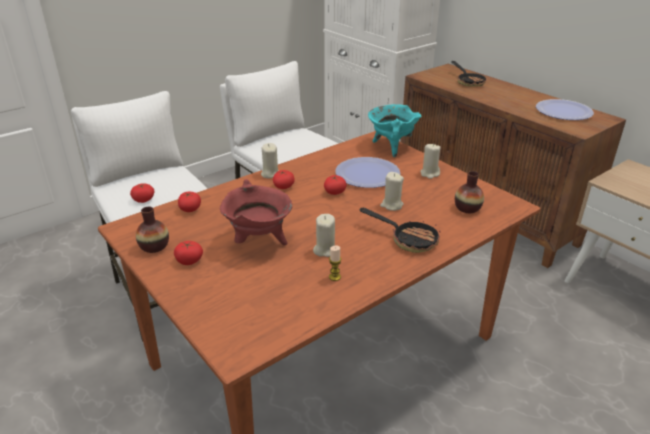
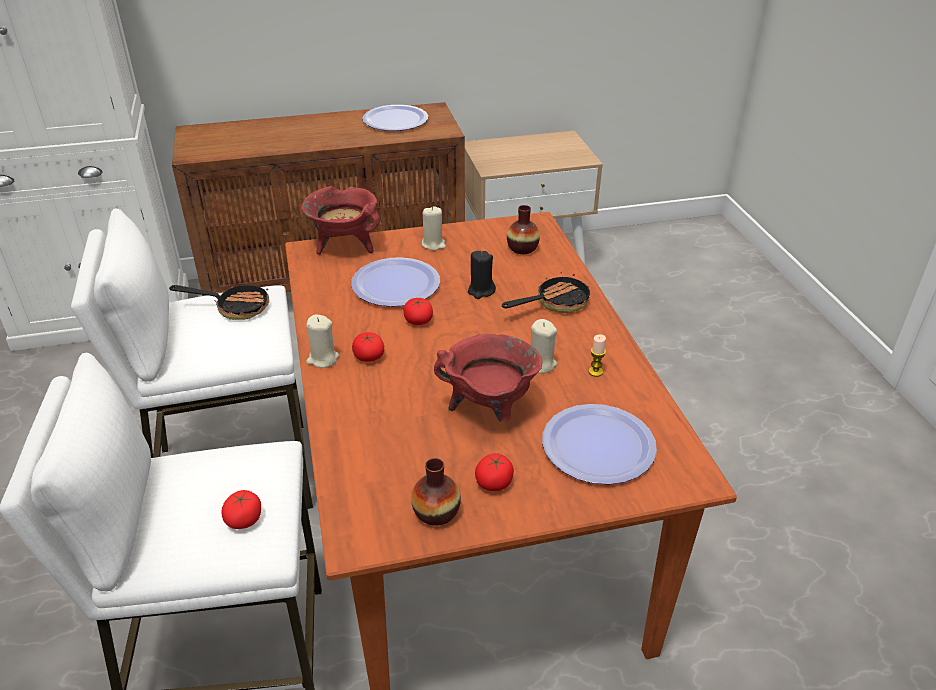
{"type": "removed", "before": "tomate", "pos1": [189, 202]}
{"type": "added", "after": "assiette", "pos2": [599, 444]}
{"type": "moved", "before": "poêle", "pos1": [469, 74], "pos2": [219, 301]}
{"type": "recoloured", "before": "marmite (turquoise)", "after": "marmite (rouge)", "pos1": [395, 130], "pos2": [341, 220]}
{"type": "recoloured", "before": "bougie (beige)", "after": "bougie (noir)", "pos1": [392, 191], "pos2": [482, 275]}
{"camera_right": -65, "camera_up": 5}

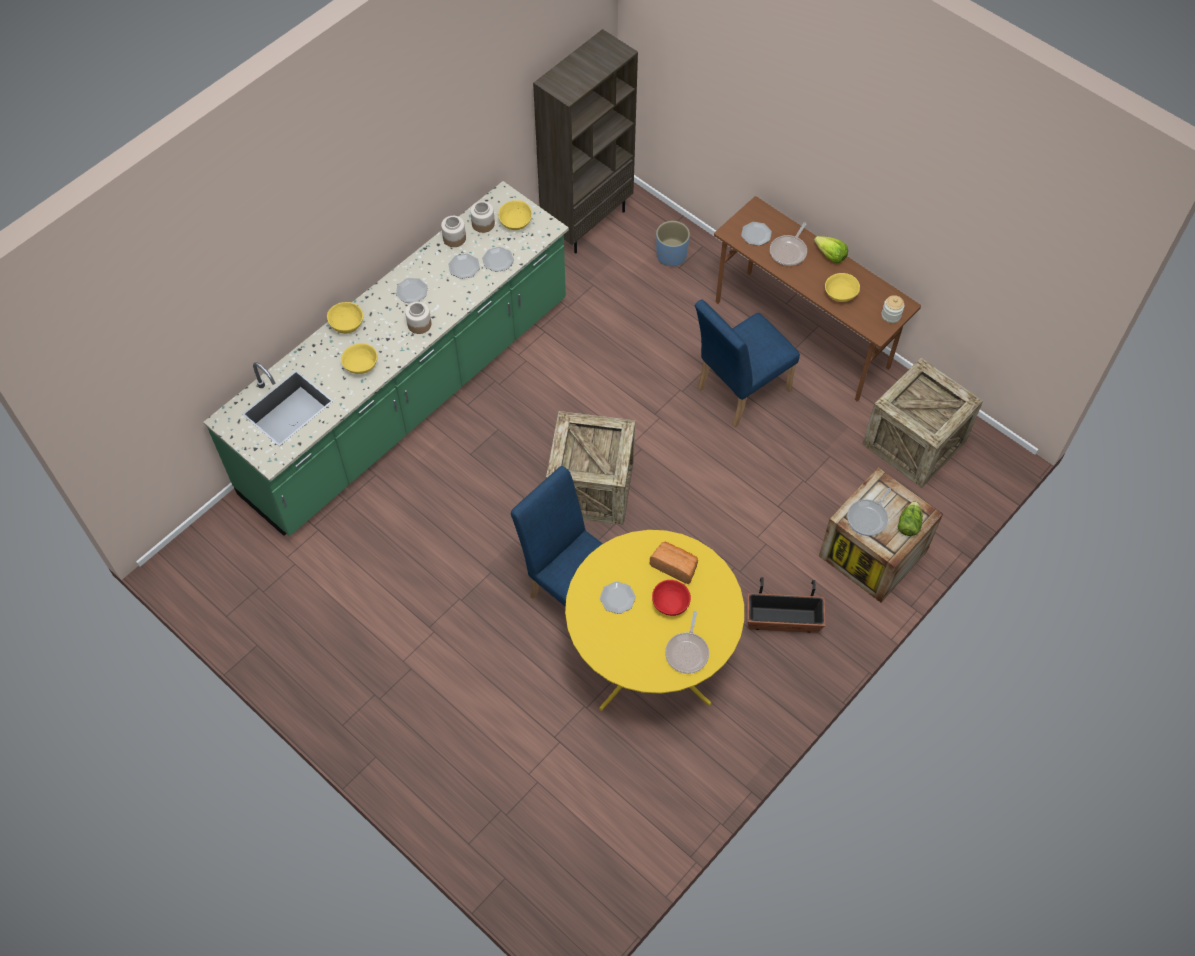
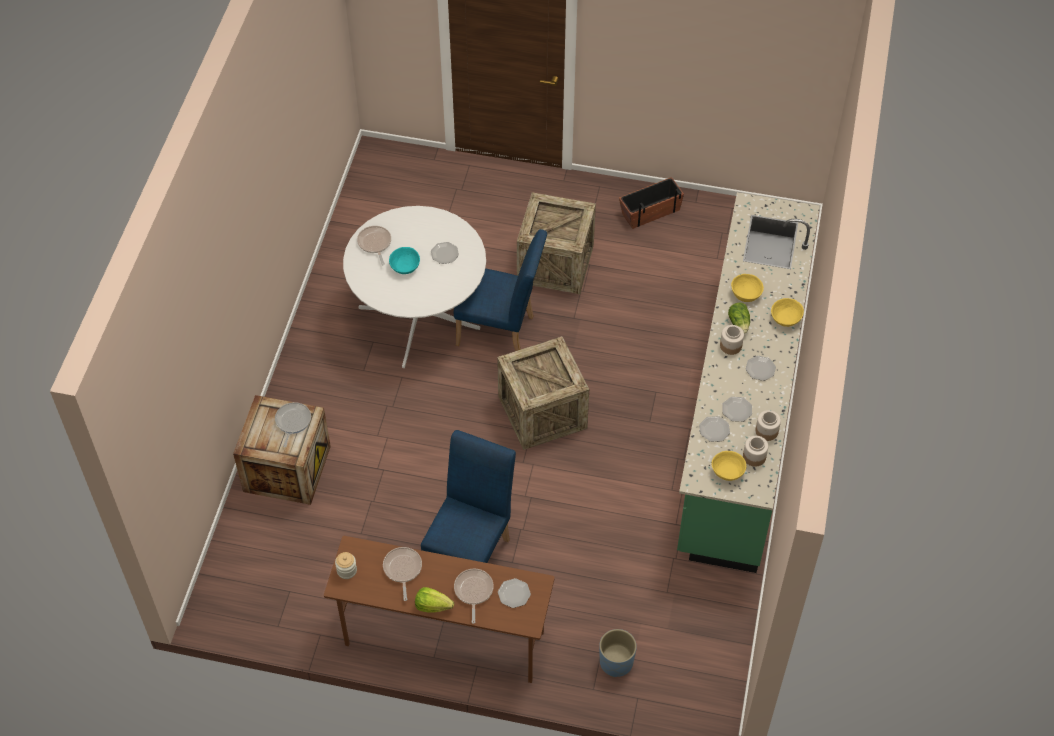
{"type": "removed", "before": "bibliothèque (marron)", "pos1": [585, 141]}
{"type": "removed", "before": "pain", "pos1": [673, 563]}
{"type": "moved", "before": "cache-pot", "pos1": [786, 605], "pos2": [651, 203]}
{"type": "moved", "before": "caisse", "pos1": [923, 423], "pos2": [556, 243]}
{"type": "moved", "before": "laitue", "pos1": [910, 518], "pos2": [739, 318]}
{"type": "replaced", "before": "bol (jaune)", "after": "poêle", "pos1": [842, 287], "pos2": [402, 574]}
{"type": "recoloured", "before": "table à manger (jaune)", "after": "table à manger (blanc)", "pos1": [654, 620], "pos2": [414, 287]}
{"type": "recoloured", "before": "bol (rouge)", "after": "bol (turquoise)", "pos1": [671, 598], "pos2": [404, 260]}
{"camera_right": 150, "camera_up": -5}

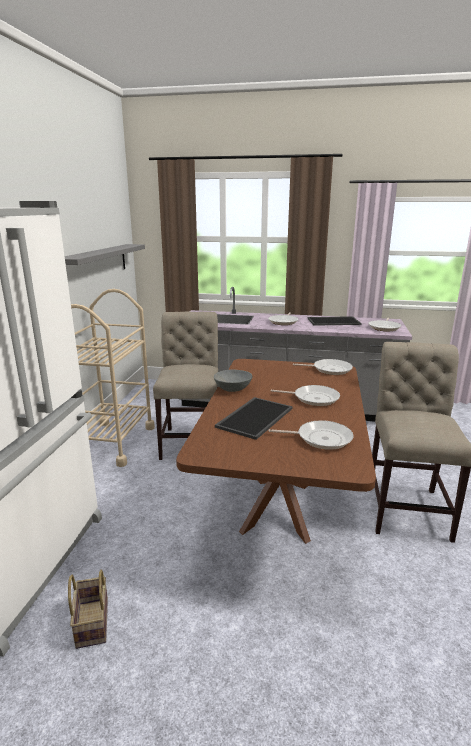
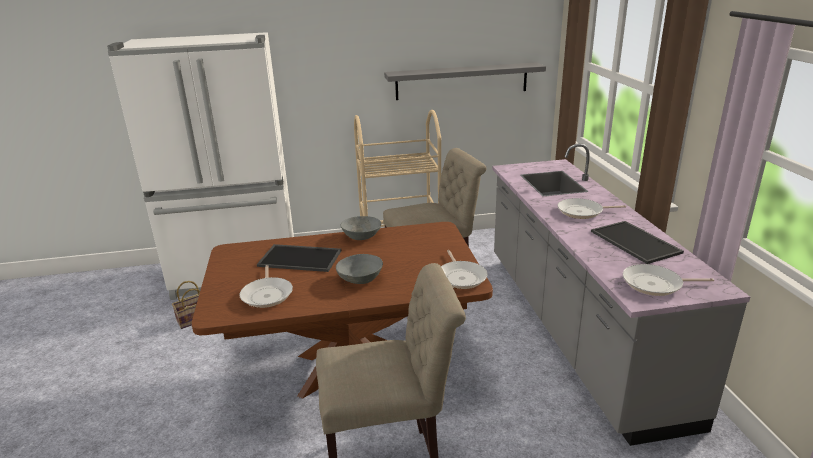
{"type": "replaced", "before": "poêle", "after": "bol (gris)", "pos1": [305, 395], "pos2": [359, 269]}
{"camera_right": 70, "camera_up": 5}

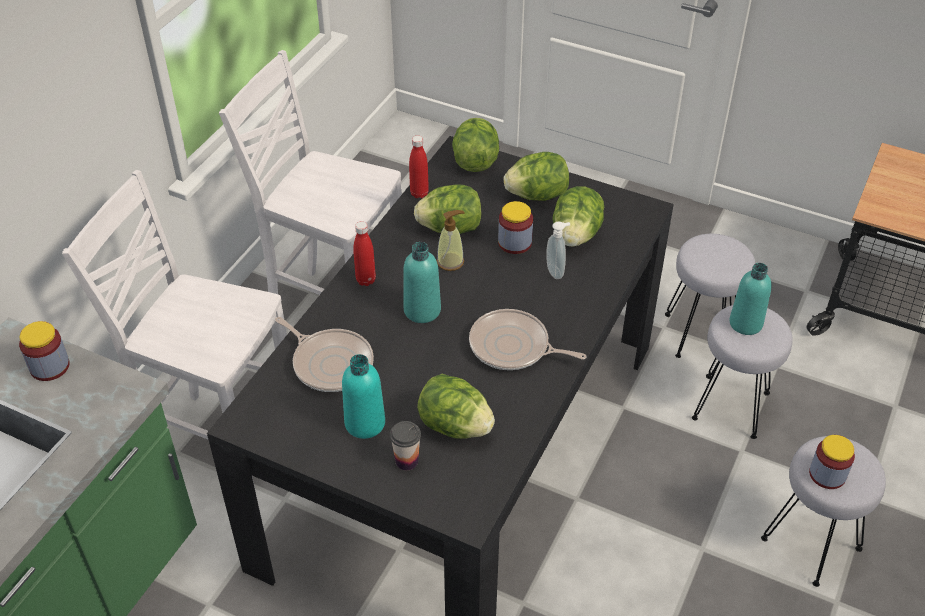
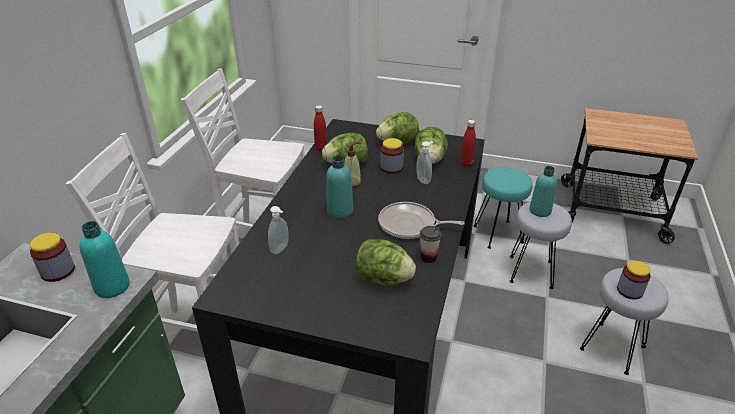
{"type": "removed", "before": "laitue", "pos1": [475, 145]}
{"type": "moved", "before": "bouteille (turquoise)", "pos1": [363, 396], "pos2": [104, 259]}
{"type": "moved", "before": "bouteille (rouge)", "pos1": [364, 253], "pos2": [468, 143]}
{"type": "moved", "before": "tasse", "pos1": [405, 445], "pos2": [431, 244]}
{"type": "replaced", "before": "poêle", "after": "distributeur de savon", "pos1": [324, 354], "pos2": [278, 230]}
{"type": "recoloured", "before": "tabouret (gris)", "after": "tabouret (turquoise)", "pos1": [710, 296], "pos2": [503, 208]}
{"camera_right": -10, "camera_up": -10}

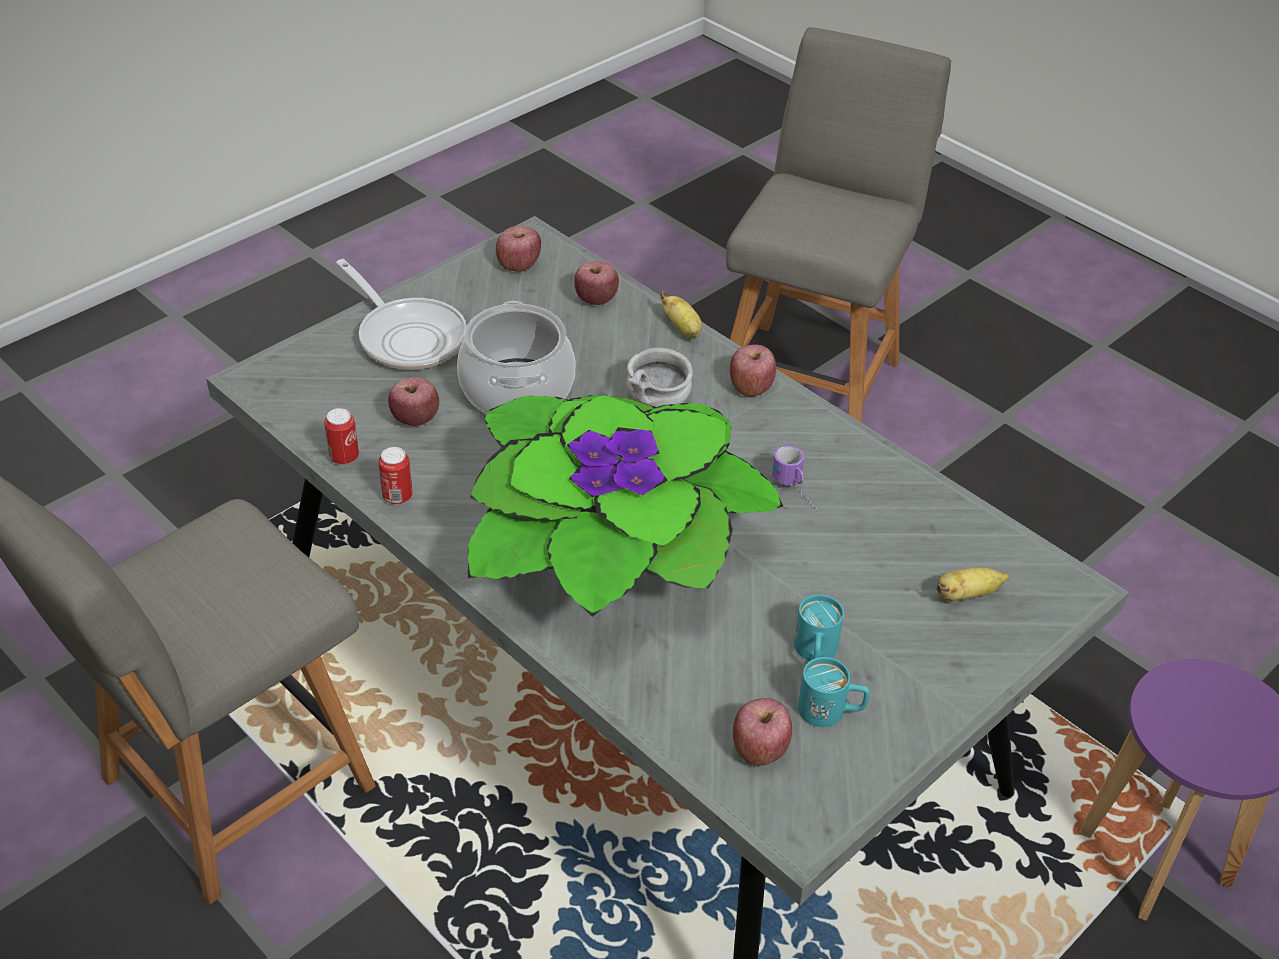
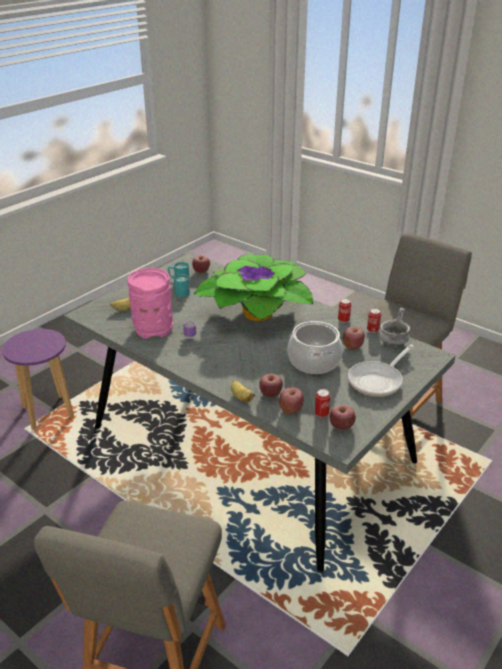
{"type": "added", "after": "vase (rose)", "pos2": [150, 303]}
{"type": "added", "after": "boîte métallique", "pos2": [322, 403]}
{"type": "moved", "before": "bol (gris)", "pos1": [659, 377], "pos2": [395, 327]}
{"type": "moved", "before": "pomme", "pos1": [753, 371], "pos2": [271, 385]}
{"type": "turned", "before": "poêle", "pos1": [401, 314], "pos2": [381, 370], "turn": -90}
{"camera_right": 175, "camera_up": -10}

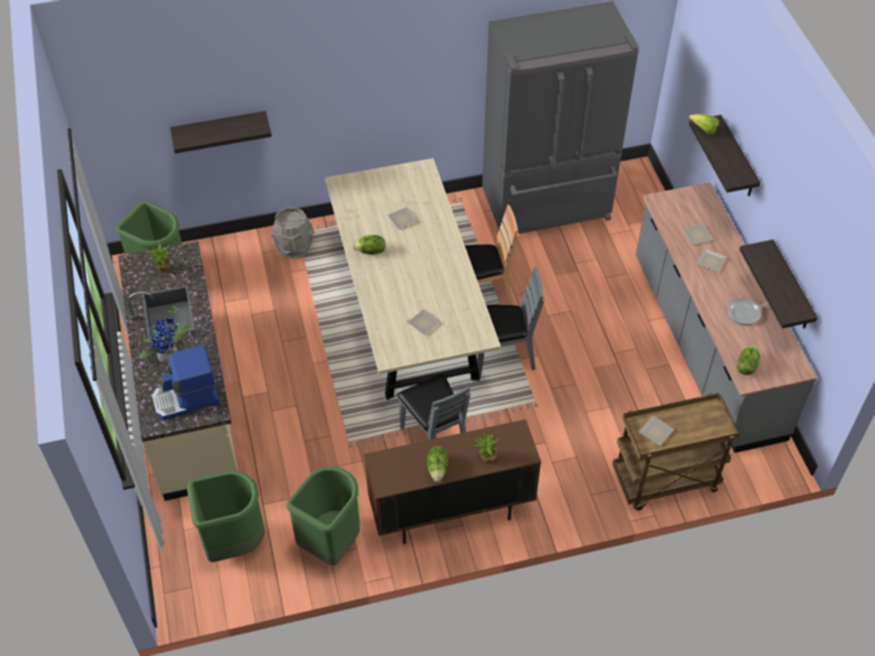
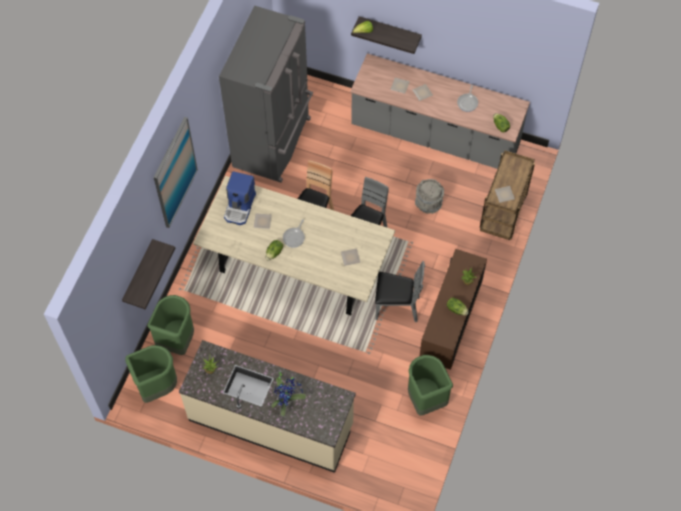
{"type": "removed", "before": "étagère", "pos1": [779, 284]}
{"type": "added", "after": "tableau", "pos2": [176, 172]}
{"type": "added", "after": "poêle", "pos2": [294, 233]}
{"type": "moved", "before": "machine à café", "pos1": [186, 382], "pos2": [240, 198]}
{"type": "moved", "before": "poubelle (vert)", "pos1": [226, 516], "pos2": [170, 325]}
{"type": "moved", "before": "seau (gris)", "pos1": [292, 233], "pos2": [429, 196]}
{"camera_right": -55, "camera_up": 10}

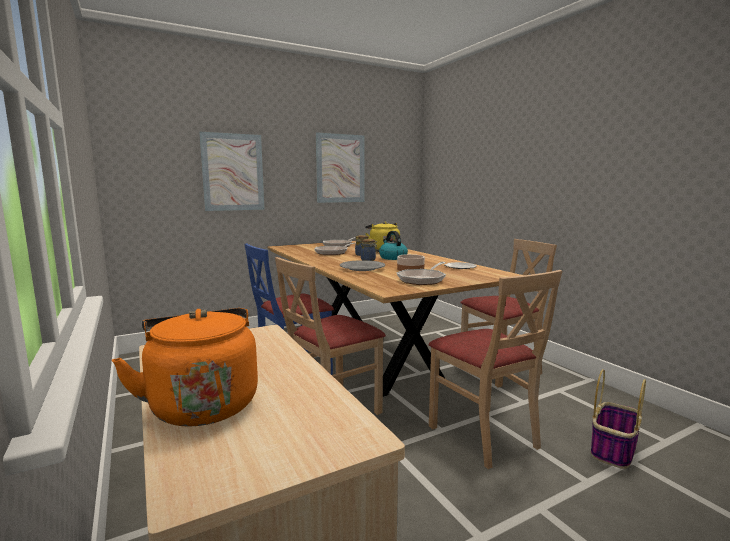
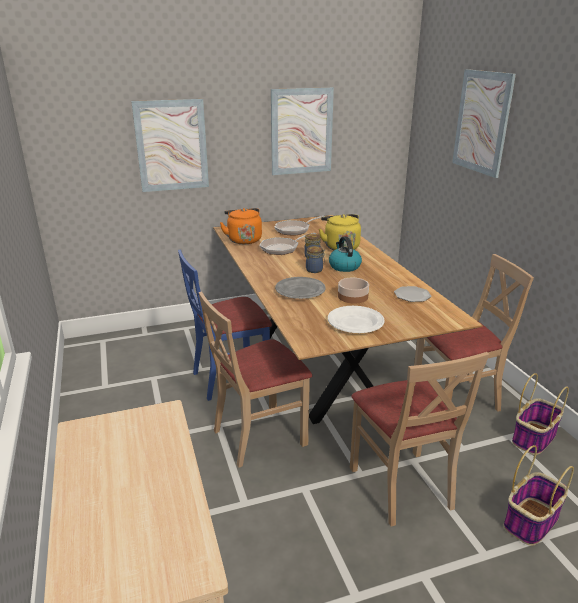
{"type": "added", "after": "tableau", "pos2": [484, 123]}
{"type": "added", "after": "panier", "pos2": [540, 414]}
{"type": "moved", "before": "bouilloire (orange)", "pos1": [185, 367], "pos2": [241, 226]}
{"type": "replaced", "before": "poêle", "after": "assiette (blanc)", "pos1": [421, 273], "pos2": [356, 319]}
{"camera_right": 10, "camera_up": 15}

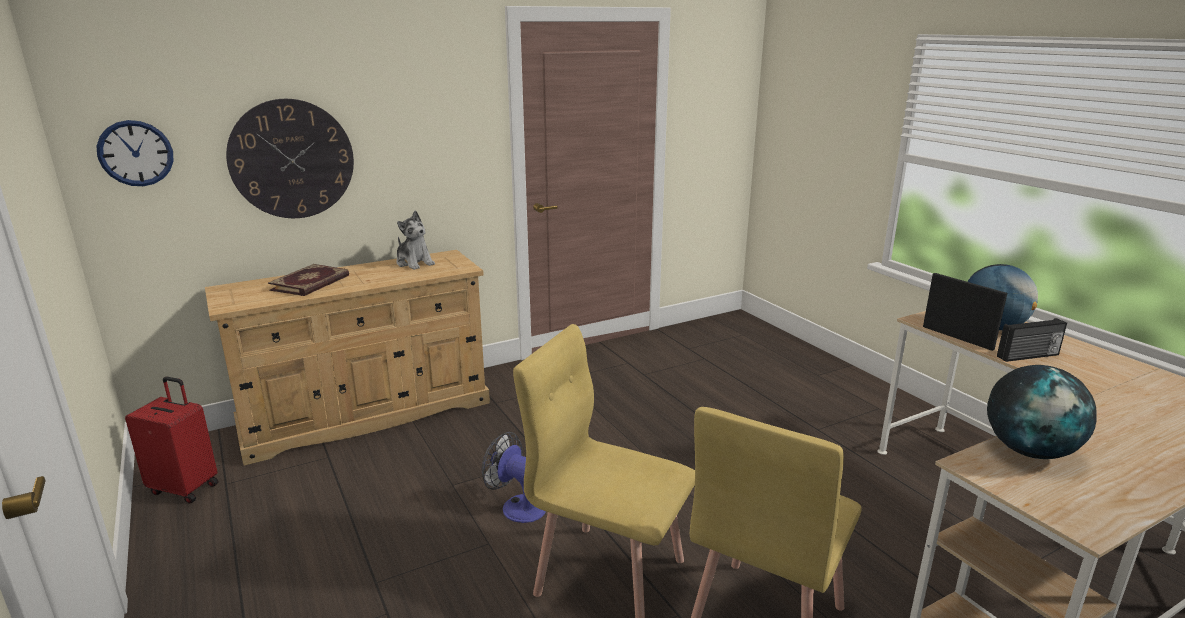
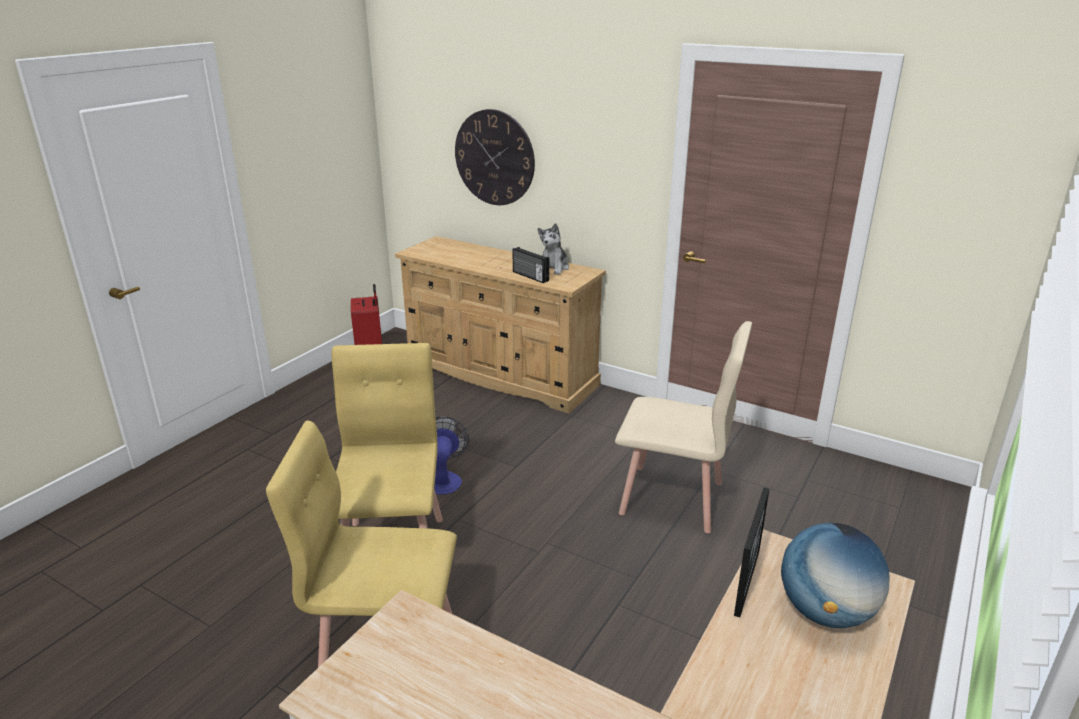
{"type": "removed", "before": "horloge murale", "pos1": [135, 153]}
{"type": "removed", "before": "livre", "pos1": [308, 280]}
{"type": "removed", "before": "globe", "pos1": [1041, 412]}
{"type": "added", "after": "chaise (beige)", "pos2": [683, 427]}
{"type": "moved", "before": "radio", "pos1": [1032, 340], "pos2": [530, 265]}
{"camera_right": 60, "camera_up": 5}

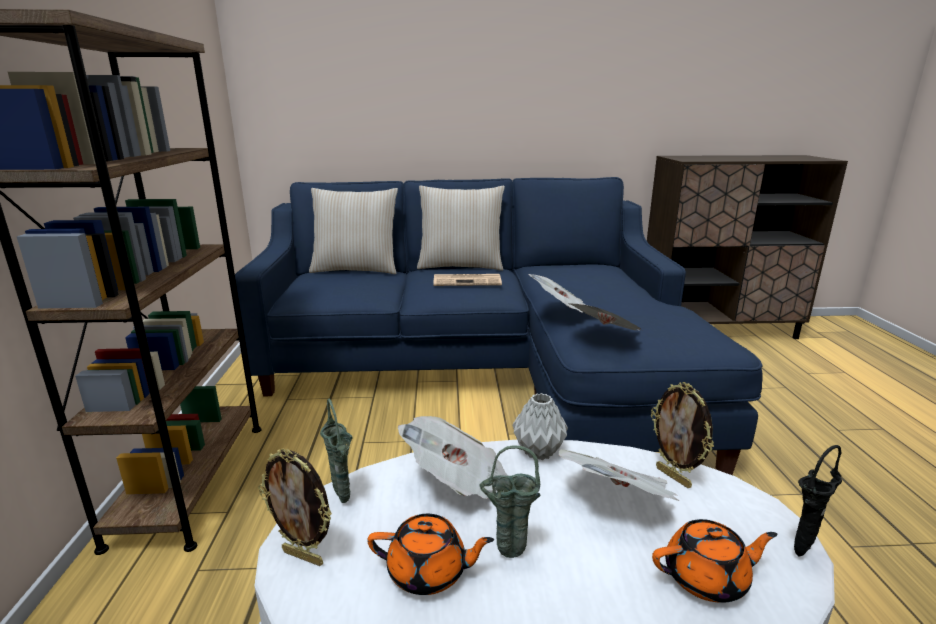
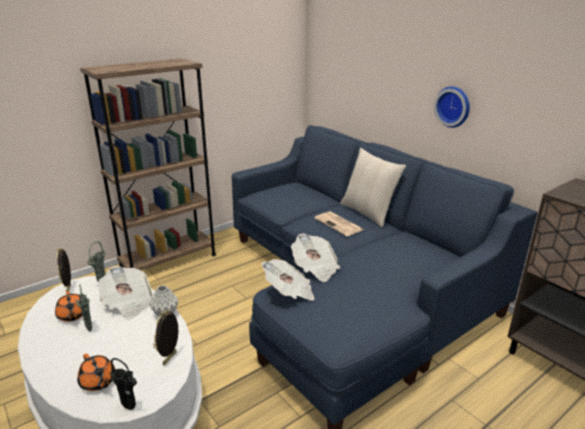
{"type": "removed", "before": "coussin (beige)", "pos1": [353, 231]}
{"type": "removed", "before": "journal", "pos1": [618, 475]}
{"type": "added", "after": "horloge murale", "pos2": [452, 107]}
{"camera_right": 55, "camera_up": 5}

